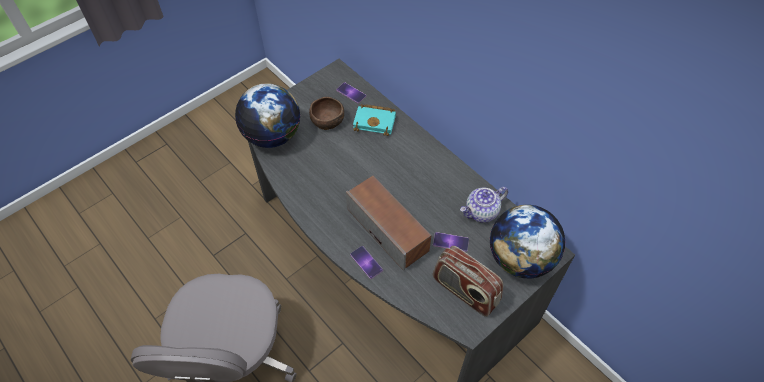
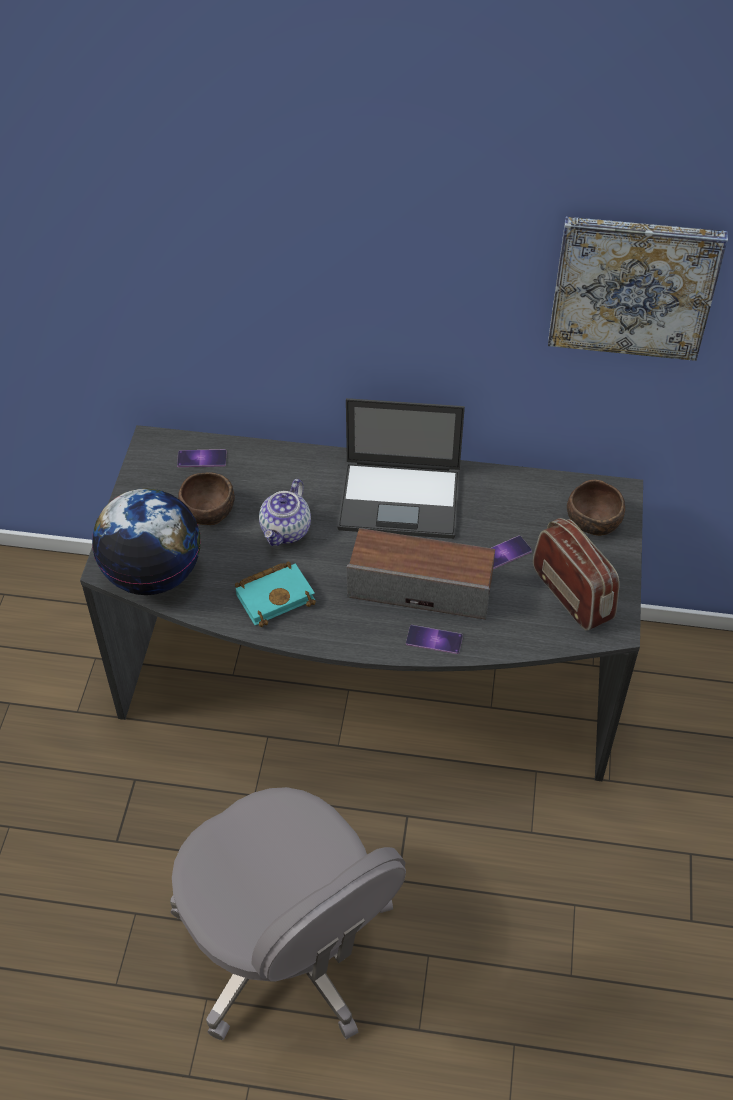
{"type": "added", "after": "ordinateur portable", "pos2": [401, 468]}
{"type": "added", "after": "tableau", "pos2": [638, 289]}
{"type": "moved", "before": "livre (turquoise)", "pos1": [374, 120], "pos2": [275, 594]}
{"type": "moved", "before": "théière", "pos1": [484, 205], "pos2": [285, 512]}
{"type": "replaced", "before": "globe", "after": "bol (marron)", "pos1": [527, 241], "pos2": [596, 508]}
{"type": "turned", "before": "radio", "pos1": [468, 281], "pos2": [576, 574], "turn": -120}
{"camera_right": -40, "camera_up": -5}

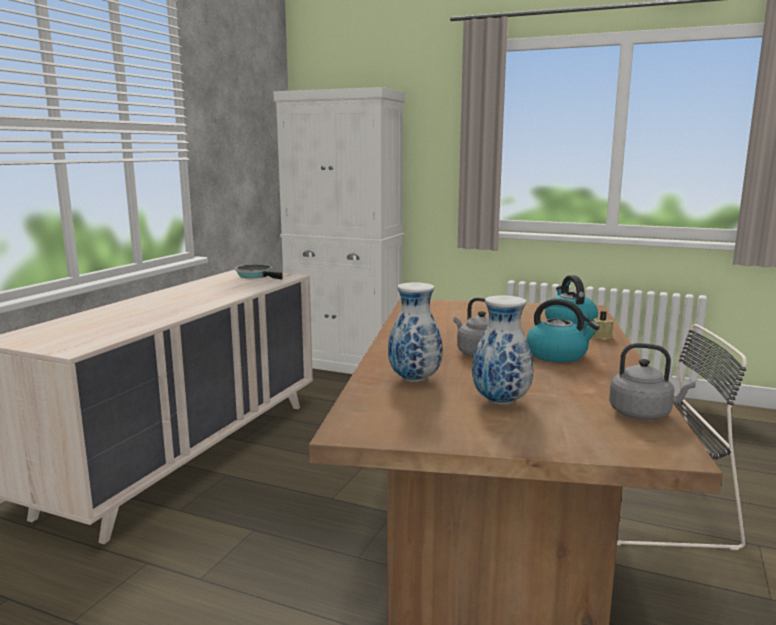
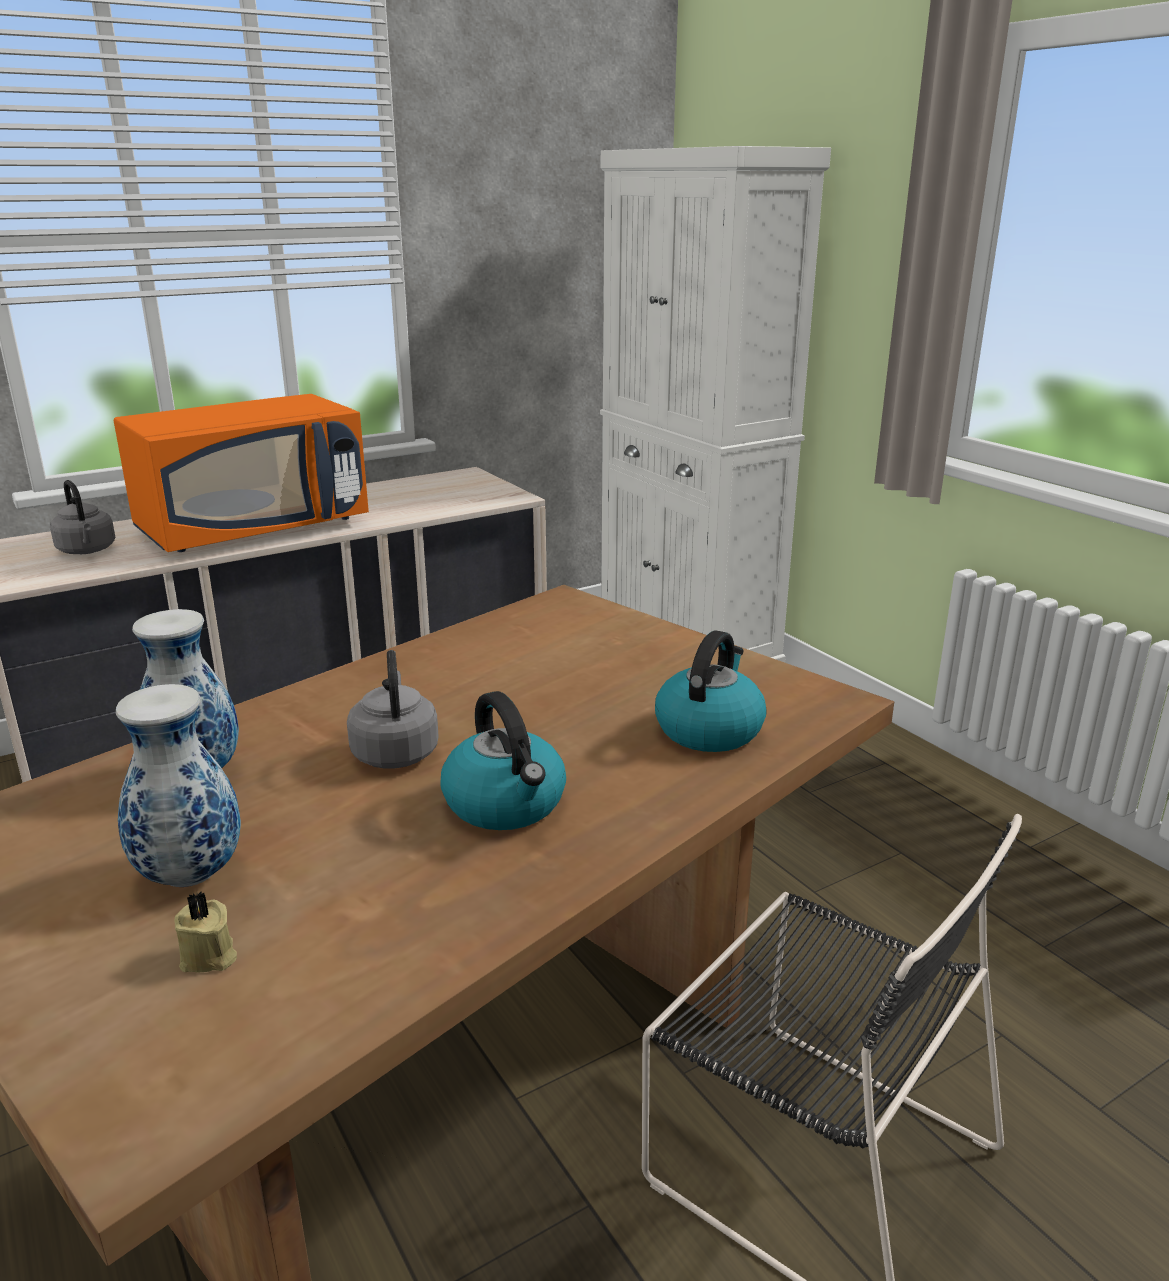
{"type": "removed", "before": "poêle", "pos1": [259, 272]}
{"type": "added", "after": "micro-ondes (orange)", "pos2": [241, 473]}
{"type": "moved", "before": "bougie (beige)", "pos1": [603, 325], "pos2": [205, 932]}
{"type": "moved", "before": "bouilloire (gris)", "pos1": [652, 381], "pos2": [82, 517]}
{"camera_right": 35, "camera_up": 10}

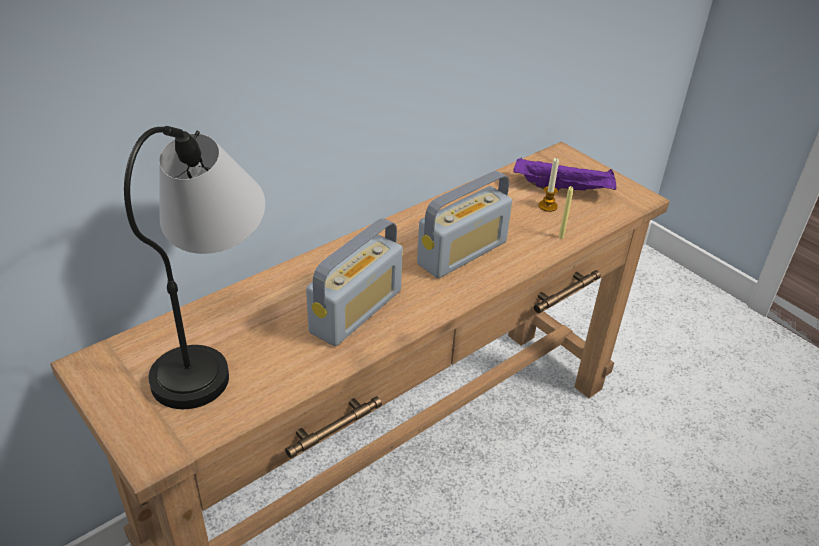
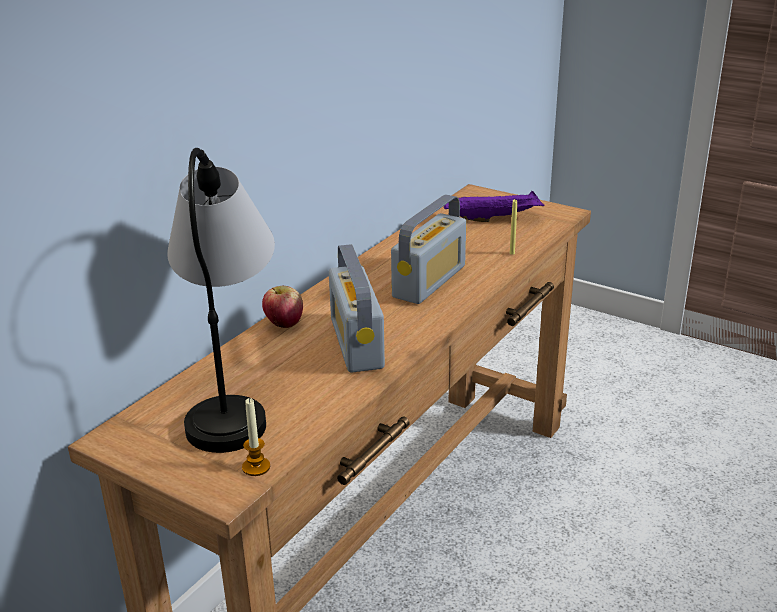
{"type": "added", "after": "pomme", "pos2": [282, 307]}
{"type": "moved", "before": "bougie", "pos1": [549, 185], "pos2": [256, 437]}
{"type": "turned", "before": "radio", "pos1": [354, 282], "pos2": [357, 308], "turn": 150}
{"camera_right": -15, "camera_up": -10}

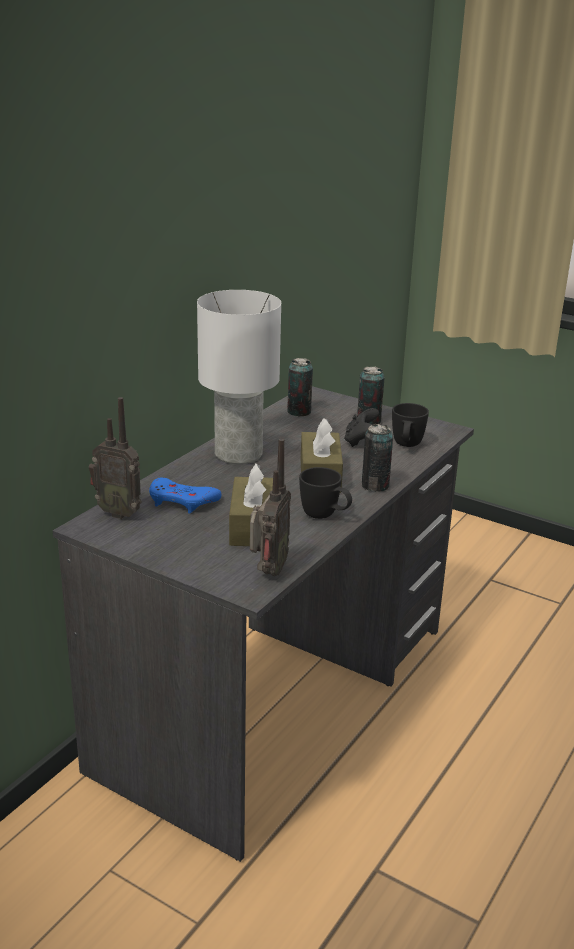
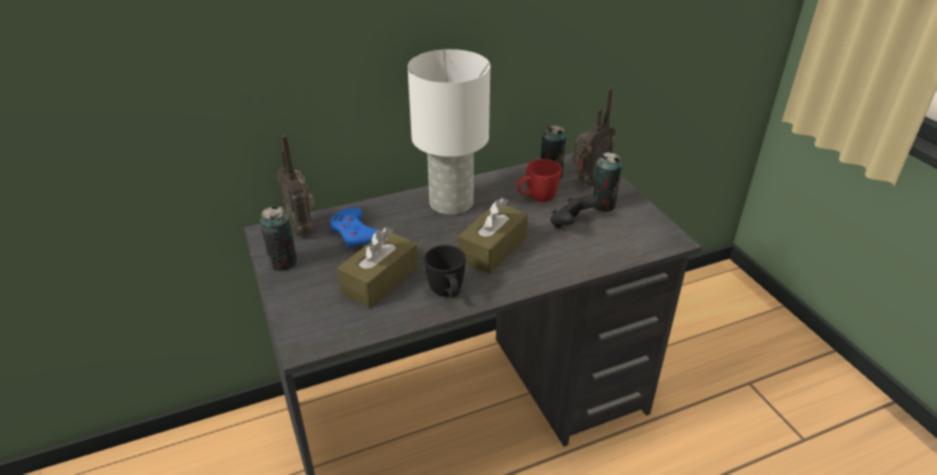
{"type": "removed", "before": "mug (noir)", "pos1": [410, 425]}
{"type": "added", "after": "mug (rouge)", "pos2": [539, 180]}
{"type": "moved", "before": "radio", "pos1": [270, 507], "pos2": [594, 136]}
{"type": "moved", "before": "boîte métallique", "pos1": [377, 458], "pos2": [278, 238]}
{"camera_right": 35, "camera_up": 10}

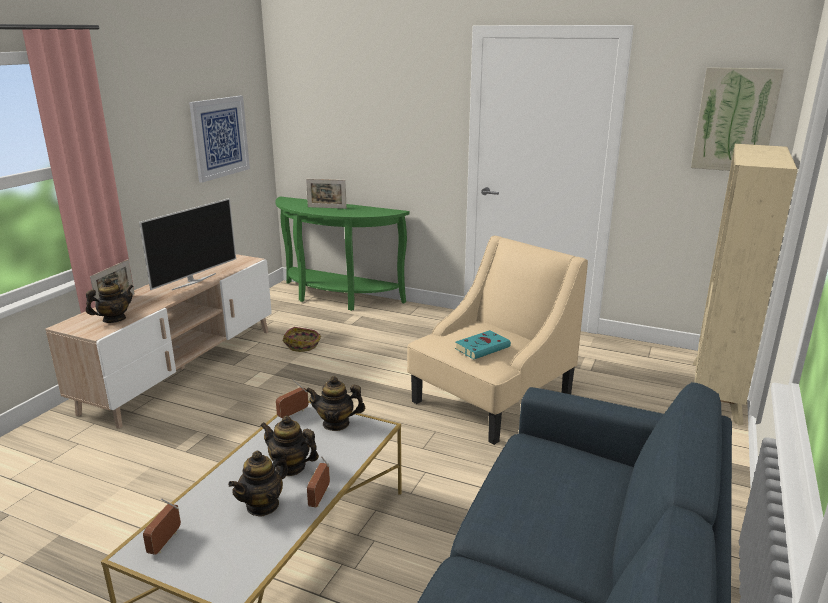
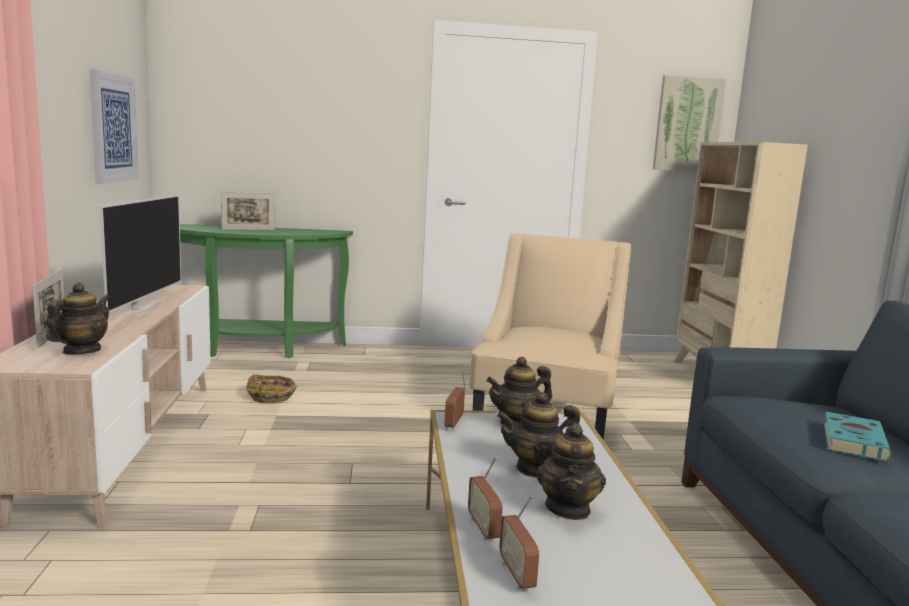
{"type": "moved", "before": "radio", "pos1": [318, 481], "pos2": [485, 499]}
{"type": "moved", "before": "livre (turquoise)", "pos1": [483, 344], "pos2": [858, 436]}
{"camera_right": -30, "camera_up": -10}

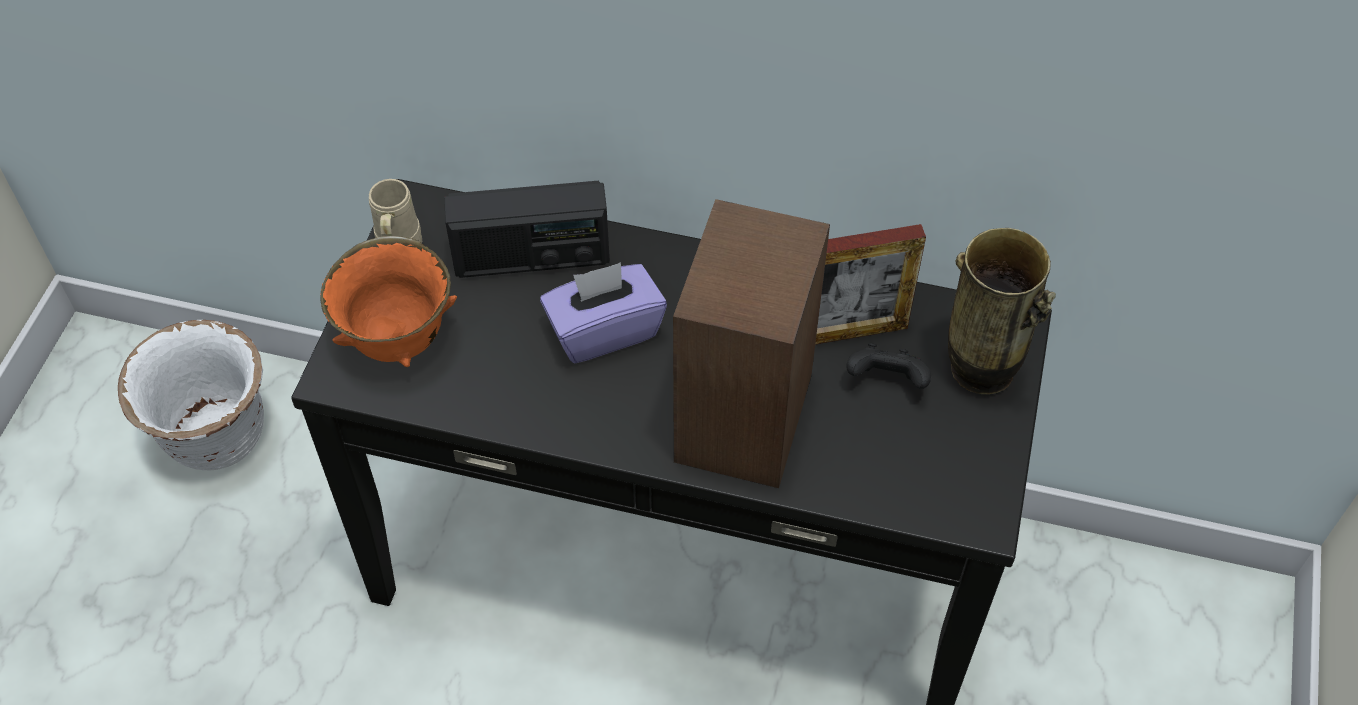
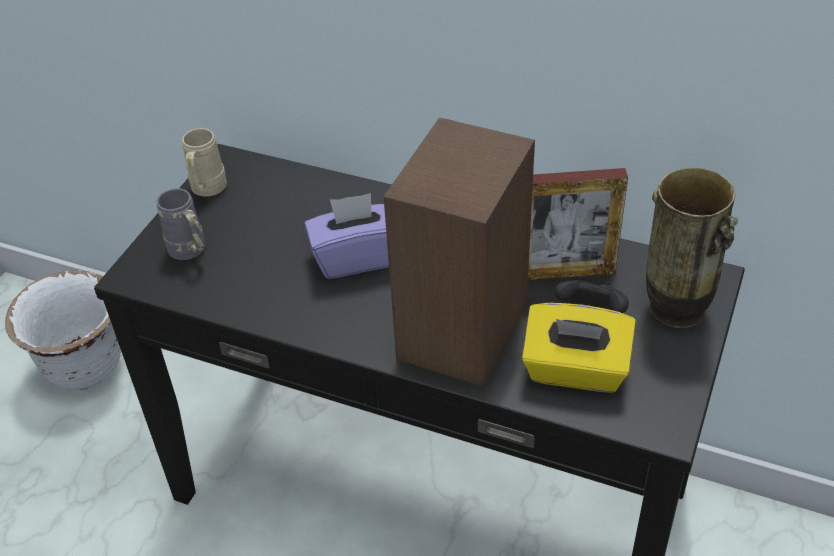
{"type": "removed", "before": "radio", "pos1": [527, 229]}
{"type": "added", "after": "boîte à mouchoirs (jaune)", "pos2": [579, 348]}
{"type": "replaced", "before": "bol (orange)", "after": "mug (gris)", "pos1": [388, 301], "pos2": [181, 224]}
{"camera_right": 10, "camera_up": -10}

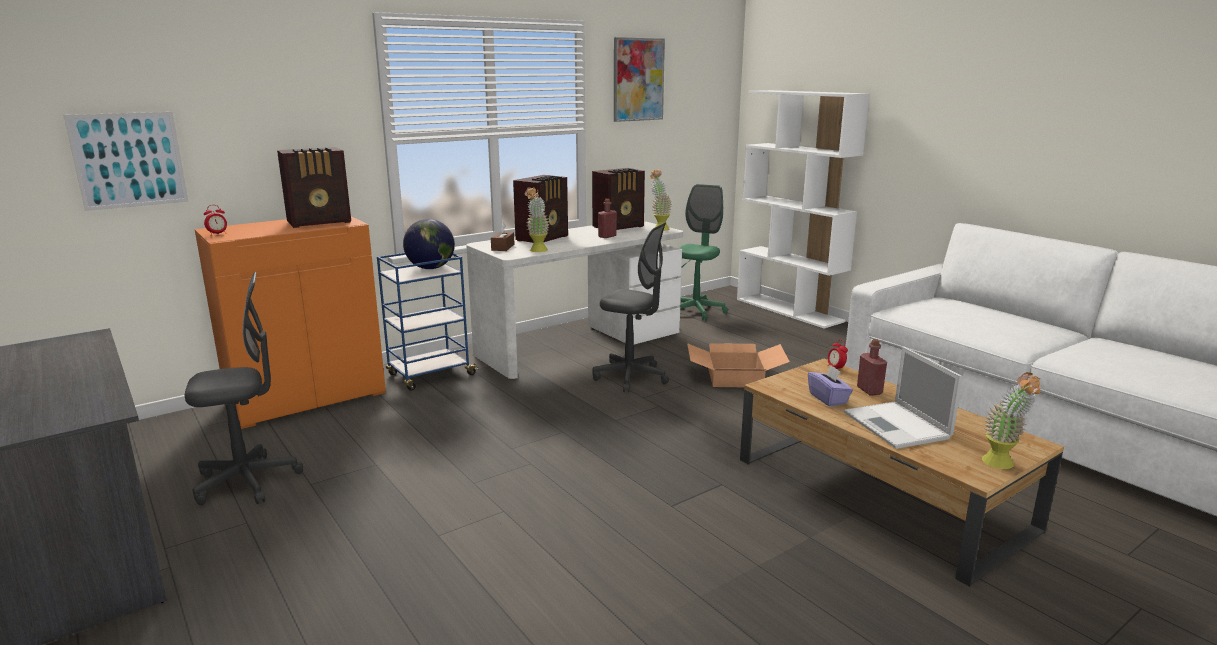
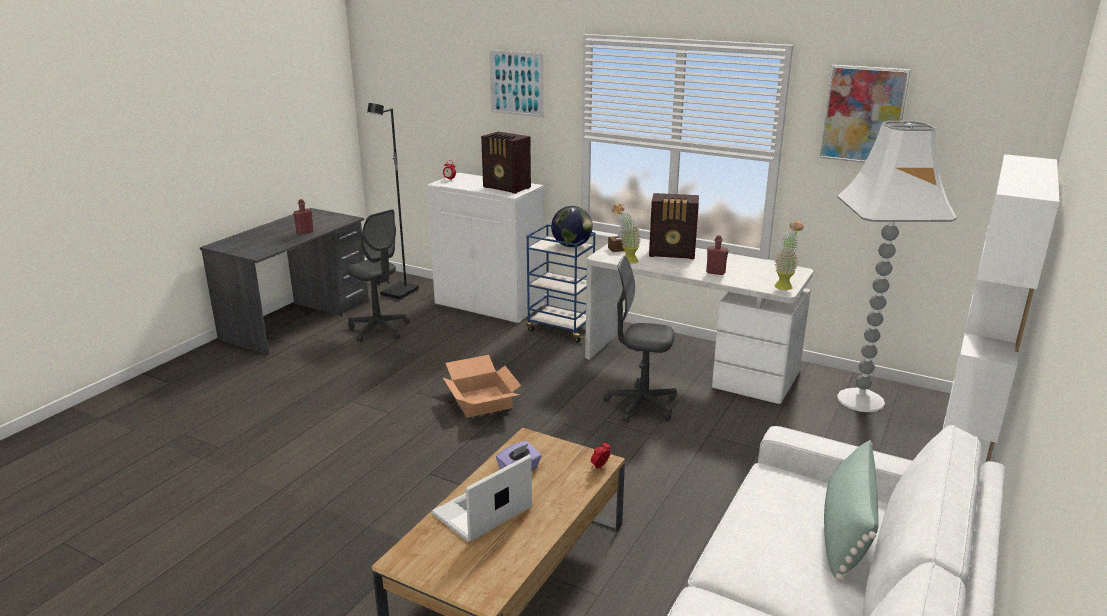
{"type": "removed", "before": "radio", "pos1": [618, 199]}
{"type": "removed", "before": "plante en pot", "pos1": [1011, 420]}
{"type": "added", "after": "lampadaire (noir)", "pos2": [393, 201]}
{"type": "added", "after": "coussin (vert)", "pos2": [851, 510]}
{"type": "moved", "before": "tableau", "pos1": [126, 161], "pos2": [516, 84]}
{"type": "moved", "before": "carton", "pos1": [738, 365], "pos2": [482, 386]}
{"type": "moved", "before": "bouteille (rouge)", "pos1": [872, 367], "pos2": [303, 217]}
{"type": "replaced", "before": "chaise de bureau (vert)", "after": "lampadaire (blanc)", "pos1": [703, 252], "pos2": [897, 266]}
{"type": "recoloured", "before": "meuble de rangement (orange)", "after": "meuble de rangement (blanc)", "pos1": [290, 322], "pos2": [486, 249]}
{"type": "turned", "before": "chaise de bureau (gris)", "pos1": [631, 308], "pos2": [640, 339], "turn": 105}
{"camera_right": 65, "camera_up": 5}

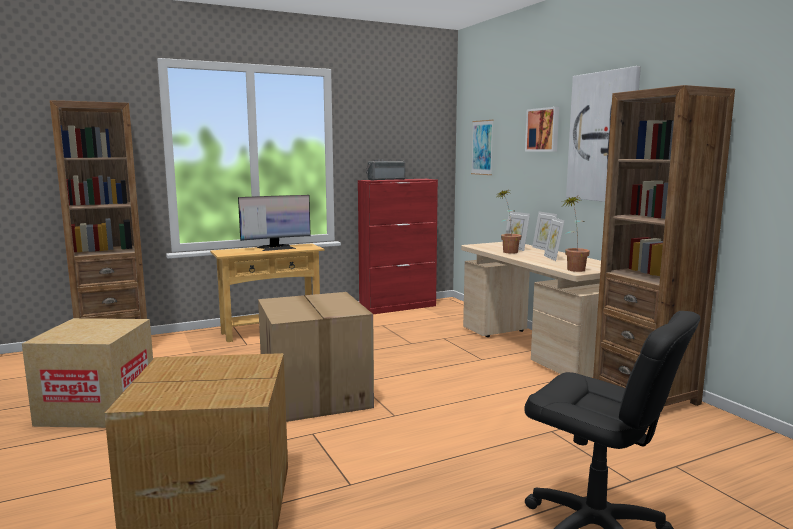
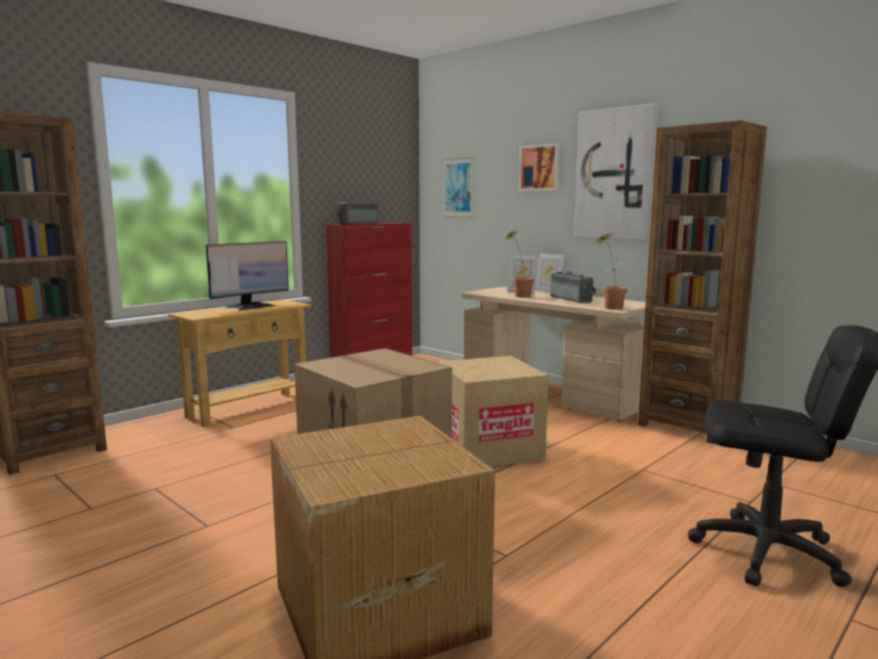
{"type": "moved", "before": "carton", "pos1": [87, 373], "pos2": [492, 411]}
{"type": "replaced", "before": "cadre photo", "after": "radio", "pos1": [554, 239], "pos2": [573, 287]}
{"camera_right": -20, "camera_up": 0}

